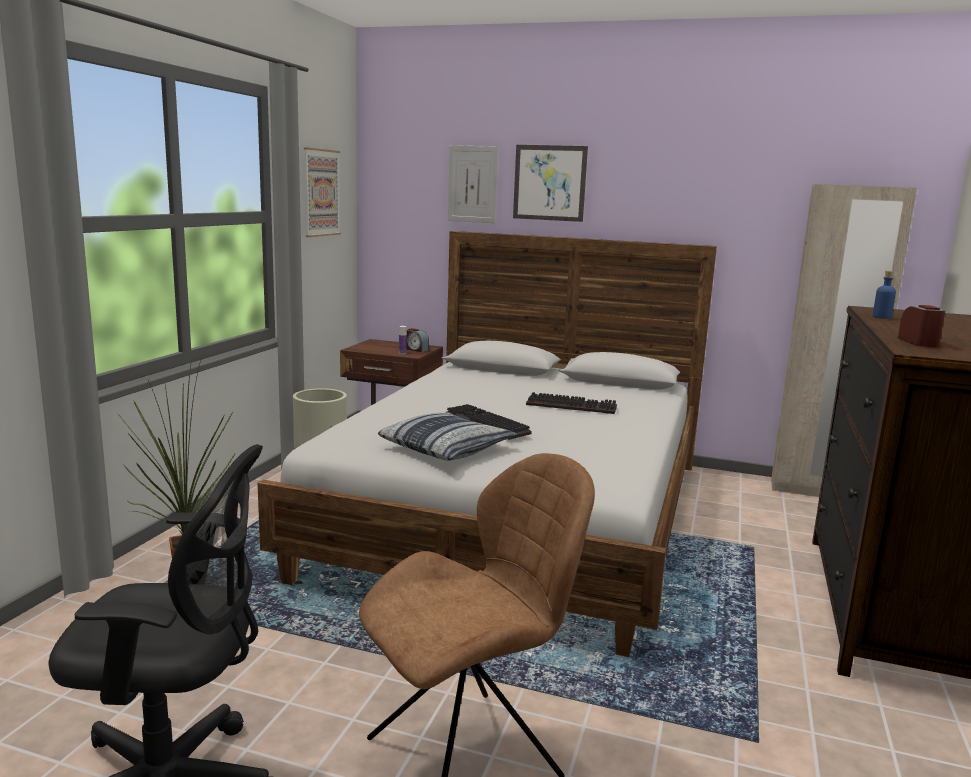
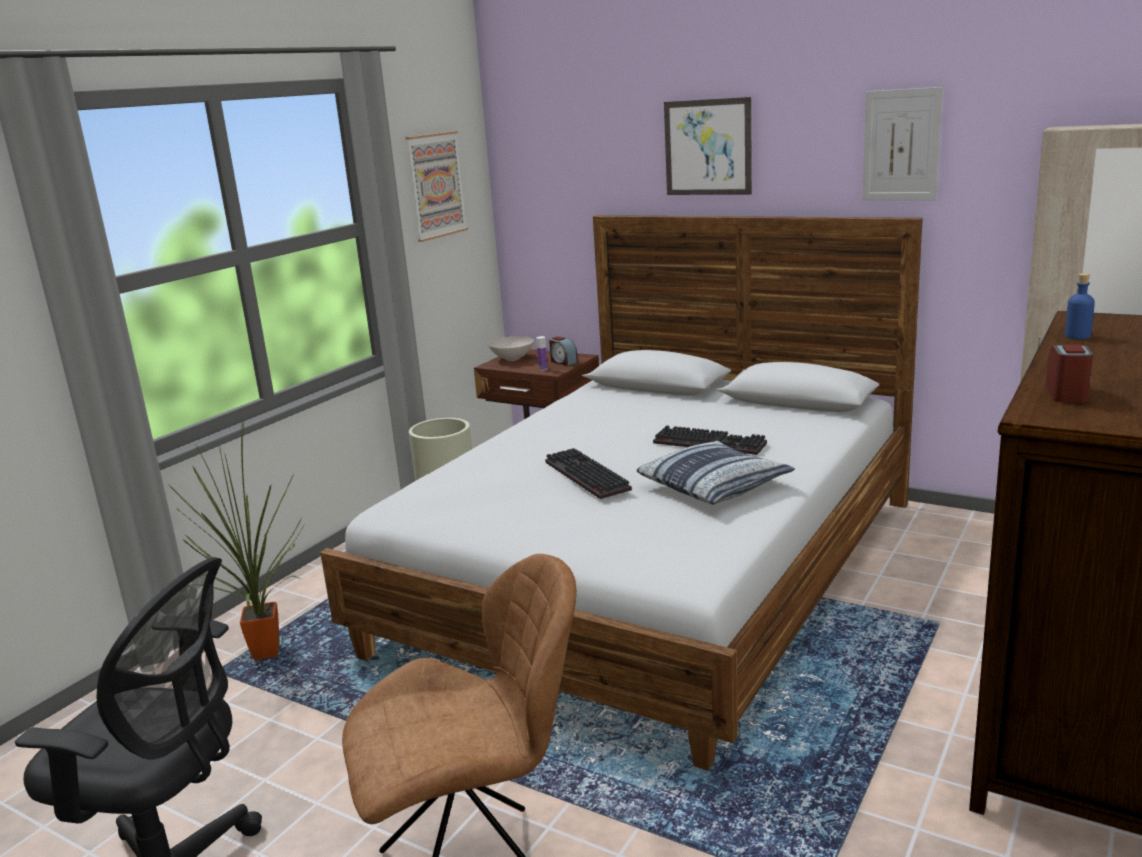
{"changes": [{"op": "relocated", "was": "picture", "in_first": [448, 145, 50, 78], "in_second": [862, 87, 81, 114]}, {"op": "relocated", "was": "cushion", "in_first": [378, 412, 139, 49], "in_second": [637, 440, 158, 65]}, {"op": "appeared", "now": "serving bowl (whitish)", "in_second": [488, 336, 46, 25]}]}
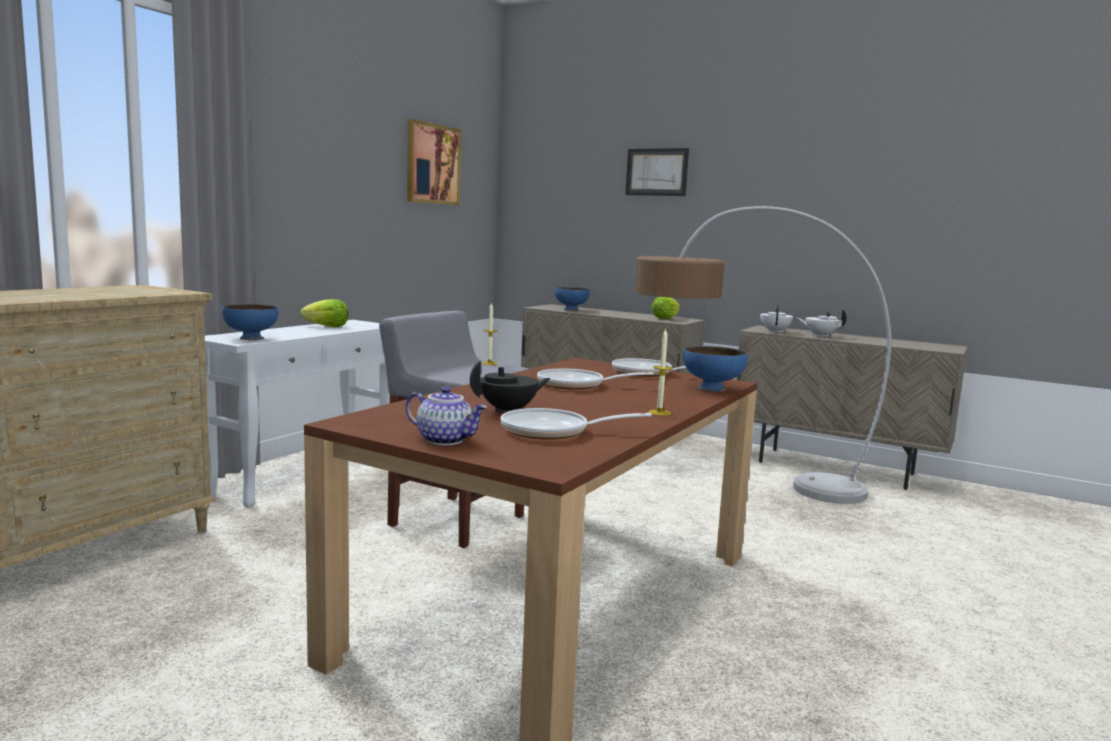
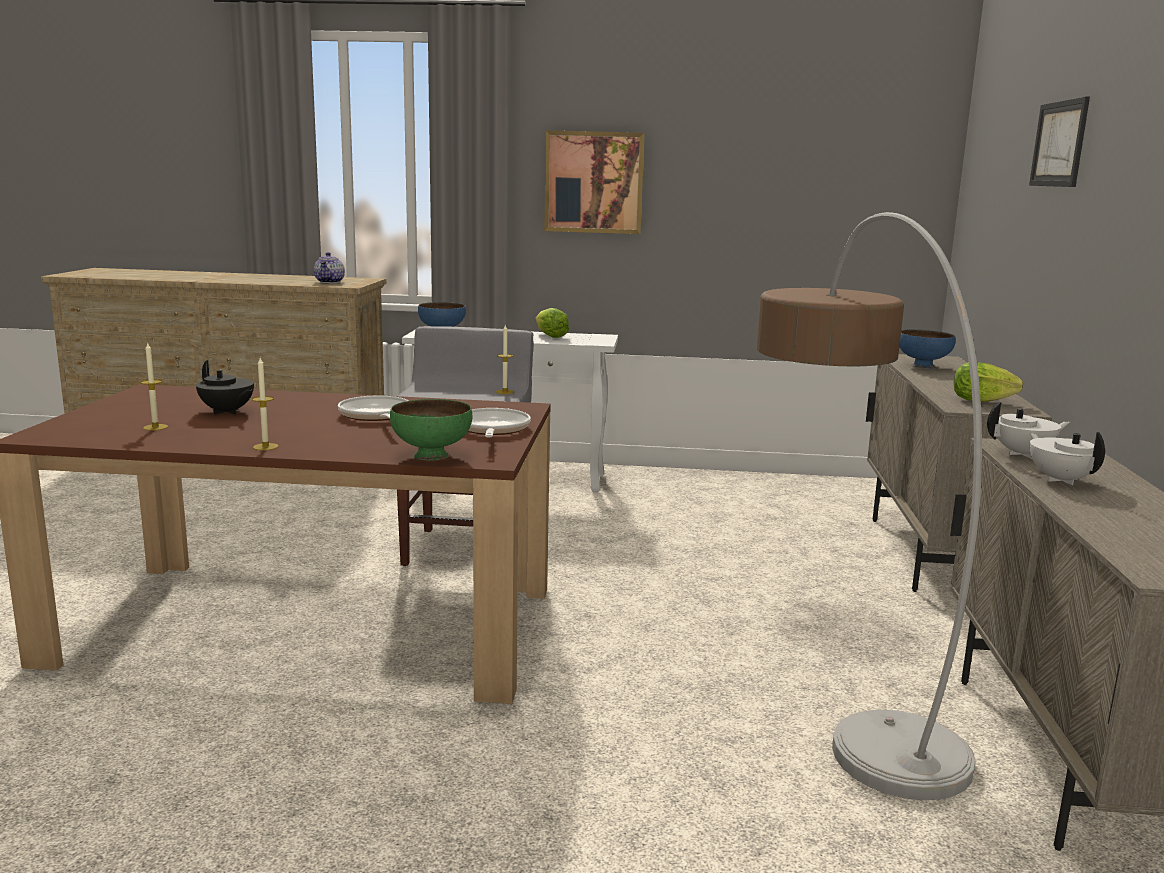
{"changes": [{"op": "relocated", "was": "picture", "in_first": [407, 119, 54, 86], "in_second": [544, 130, 101, 104]}, {"op": "colour", "was": "serving bowl (blue)", "now": "serving bowl (green-coloured)", "in_first": [683, 346, 65, 46], "in_second": [390, 399, 82, 62]}, {"op": "relocated", "was": "teapot", "in_first": [406, 386, 81, 59], "in_second": [314, 252, 31, 31]}, {"op": "exchanged", "was": "pan", "now": "wax light", "in_first": [500, 408, 152, 31], "in_second": [140, 342, 28, 89]}]}
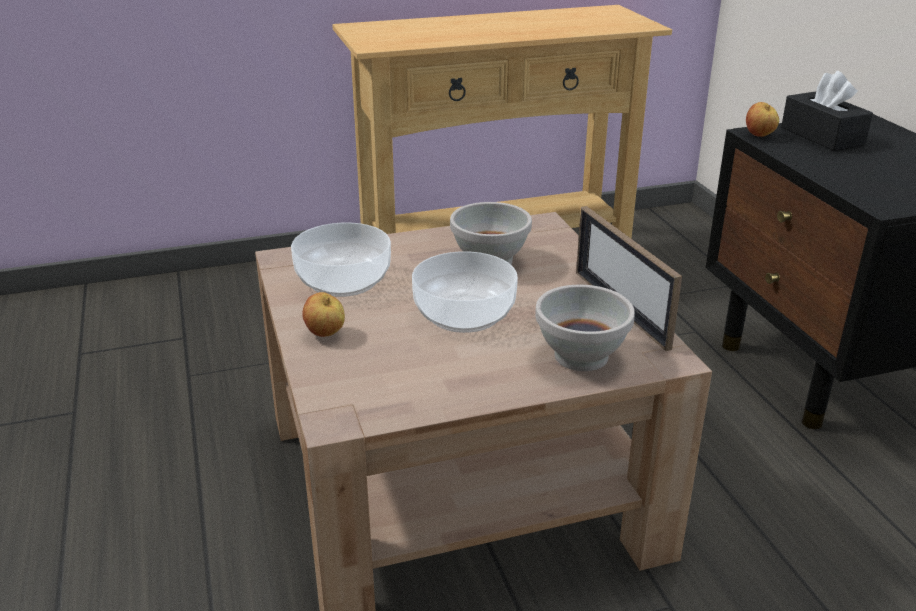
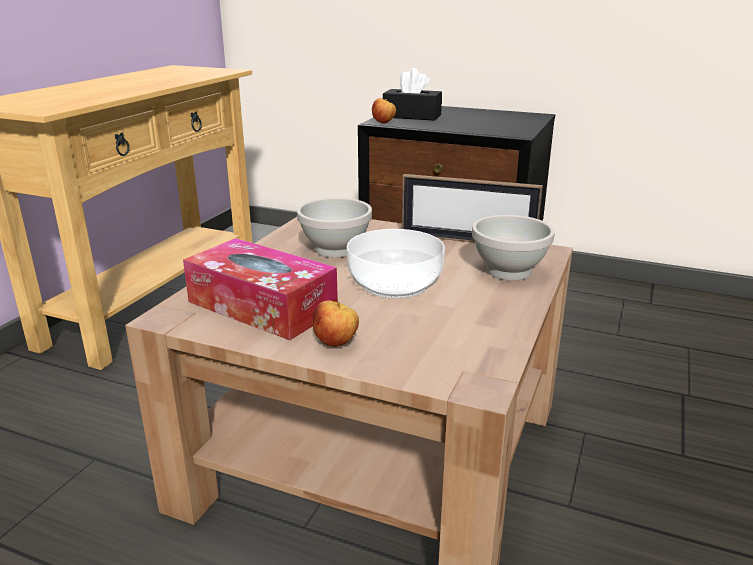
{"changes": [{"op": "exchanged", "was": "serving bowl", "now": "tissue holder", "in_first": [291, 223, 100, 74], "in_second": [183, 238, 155, 102]}]}
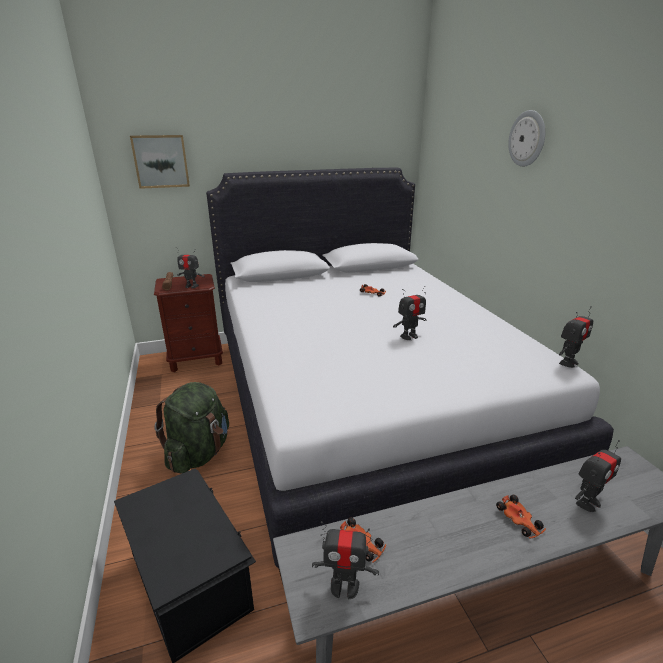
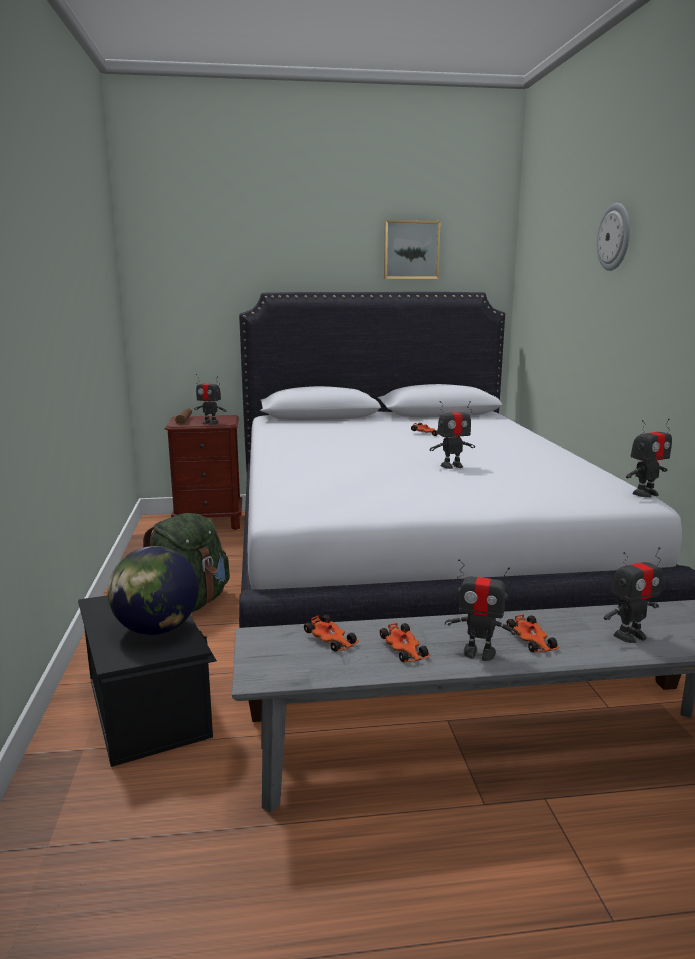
{"changes": [{"op": "relocated", "was": "picture", "in_first": [130, 135, 60, 54], "in_second": [384, 220, 57, 59]}, {"op": "relocated", "was": "model robot", "in_first": [312, 521, 67, 78], "in_second": [445, 559, 73, 102]}, {"op": "appeared", "now": "globe", "in_second": [108, 546, 91, 89]}, {"op": "appeared", "now": "toy car", "in_second": [380, 623, 51, 39]}]}
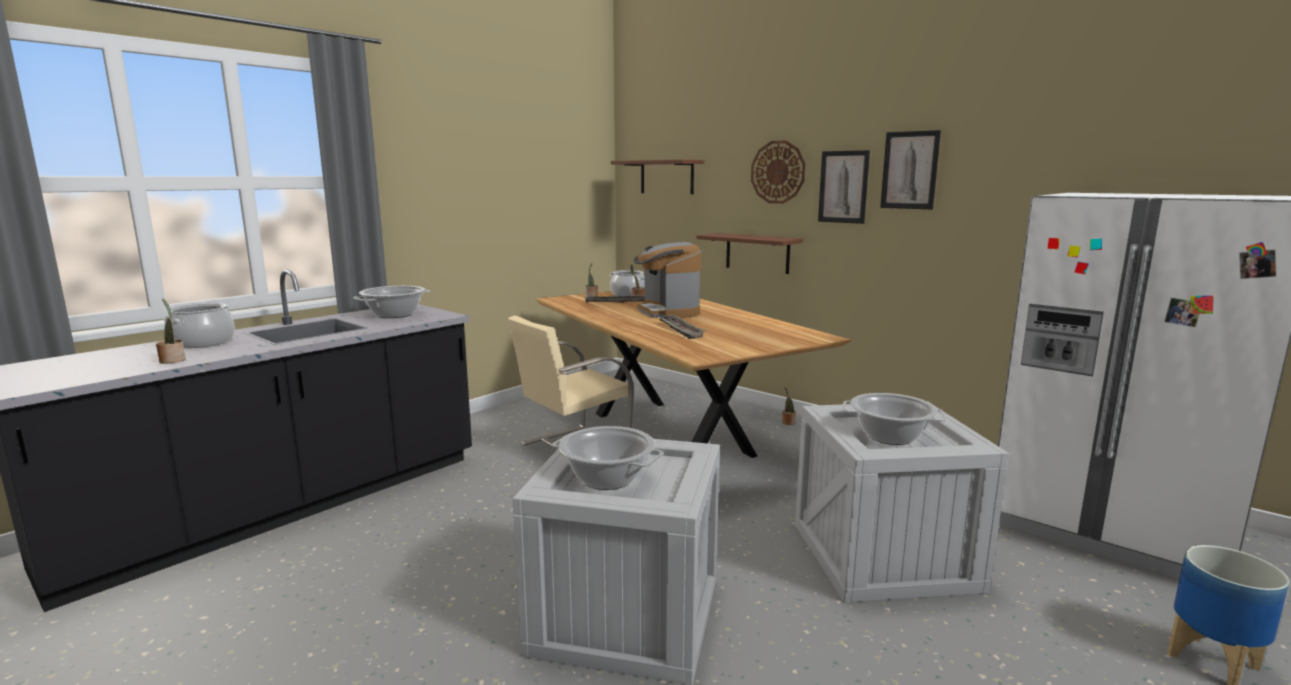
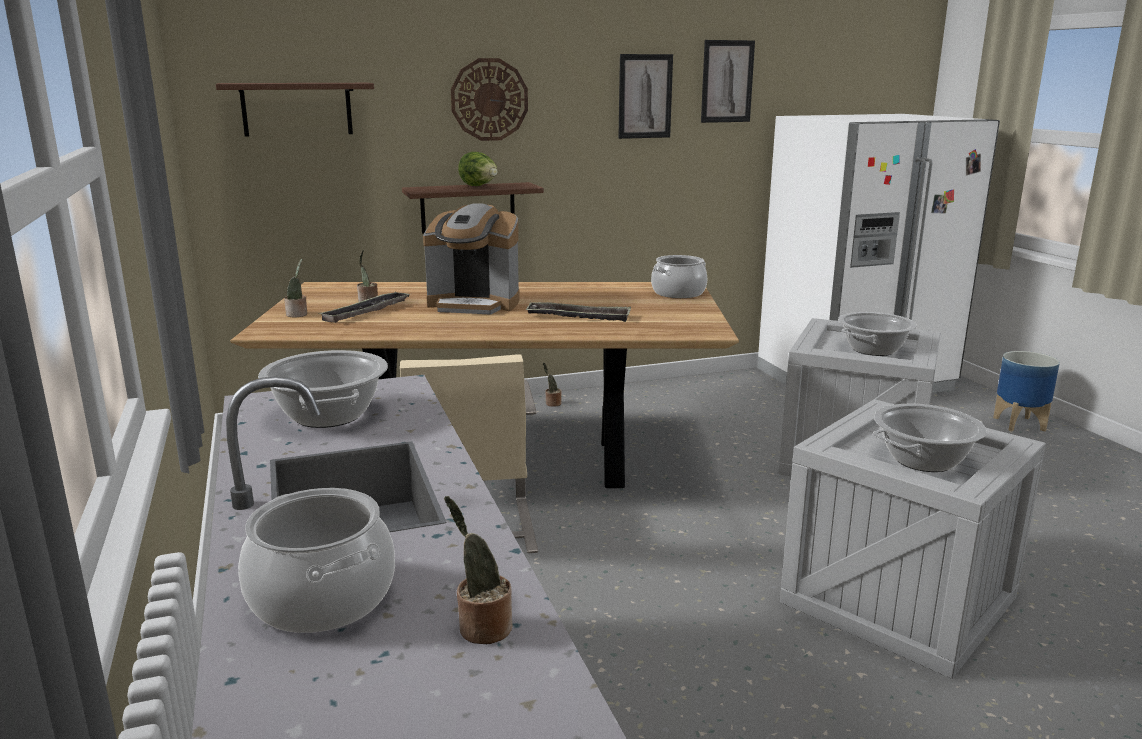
{"changes": [{"op": "relocated", "was": "picture", "in_first": [818, 150, 52, 74], "in_second": [701, 40, 54, 83]}, {"op": "relocated", "was": "cooking pot", "in_first": [610, 270, 34, 26], "in_second": [651, 255, 56, 43]}, {"op": "appeared", "now": "head of lettuce", "in_second": [458, 152, 40, 34]}]}
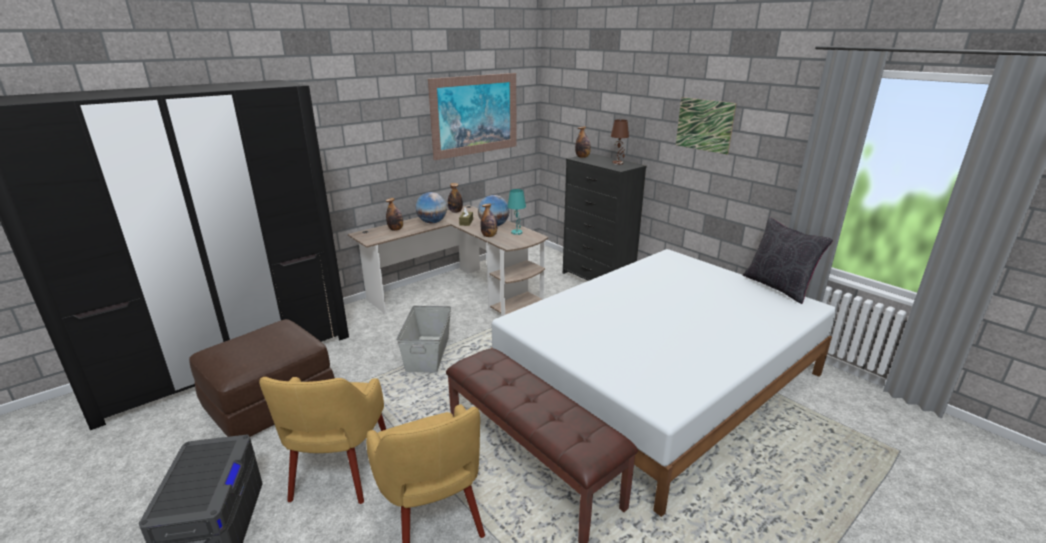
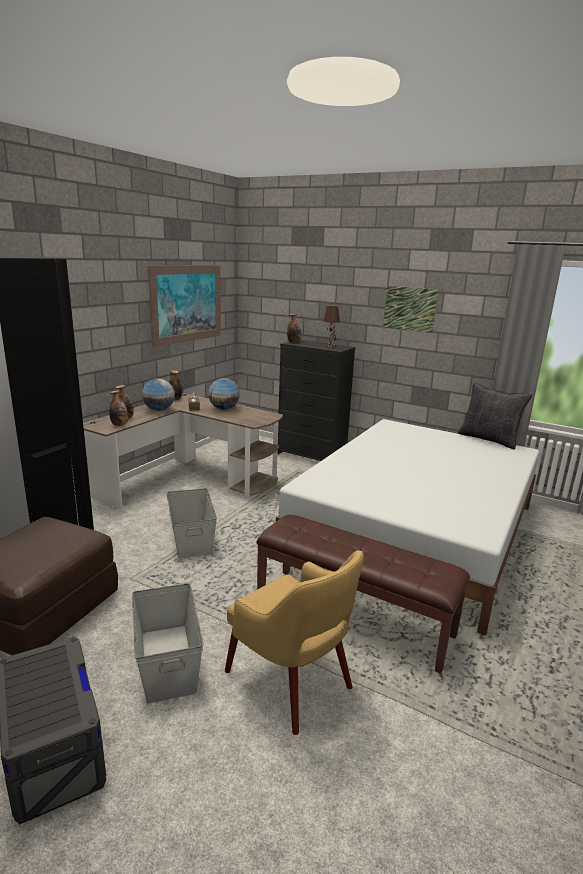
{"changes": [{"op": "missing", "was": "lamp for a table (blue-green)", "in_first": [507, 189, 19, 46]}, {"op": "relocated", "was": "beverage bottle", "in_first": [480, 203, 17, 34], "in_second": [109, 390, 19, 36]}, {"op": "exchanged", "was": "easy chair (yellowish)", "now": "storage container (greyish)", "in_first": [259, 377, 127, 127], "in_second": [132, 583, 71, 121]}]}
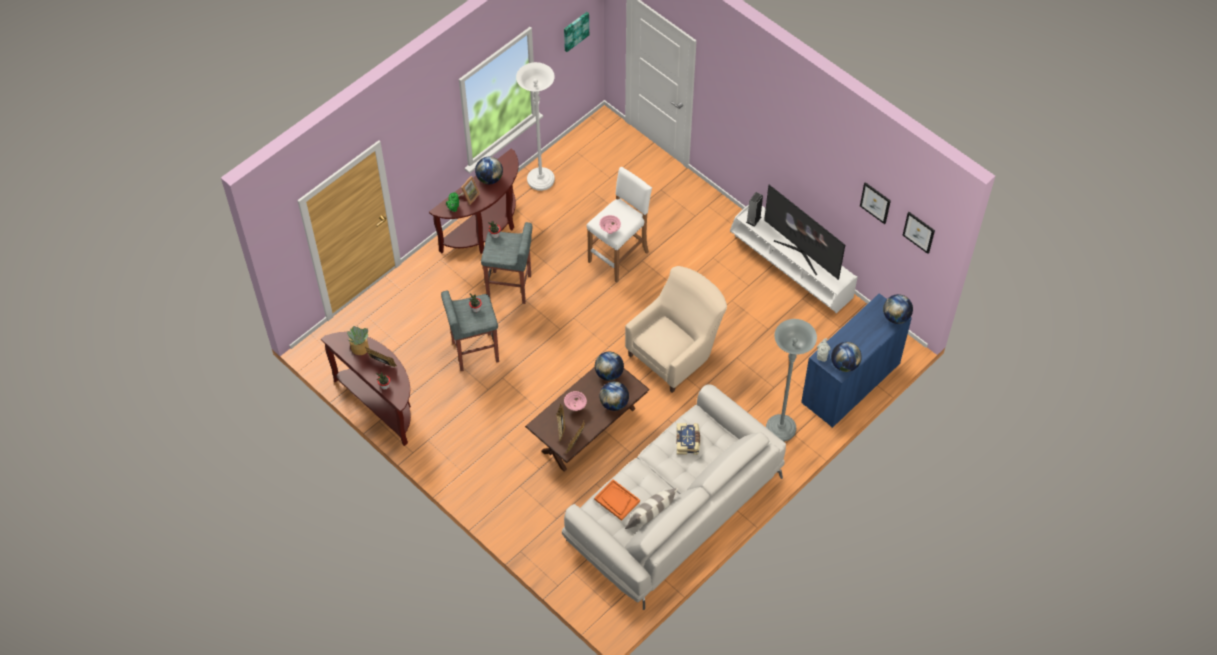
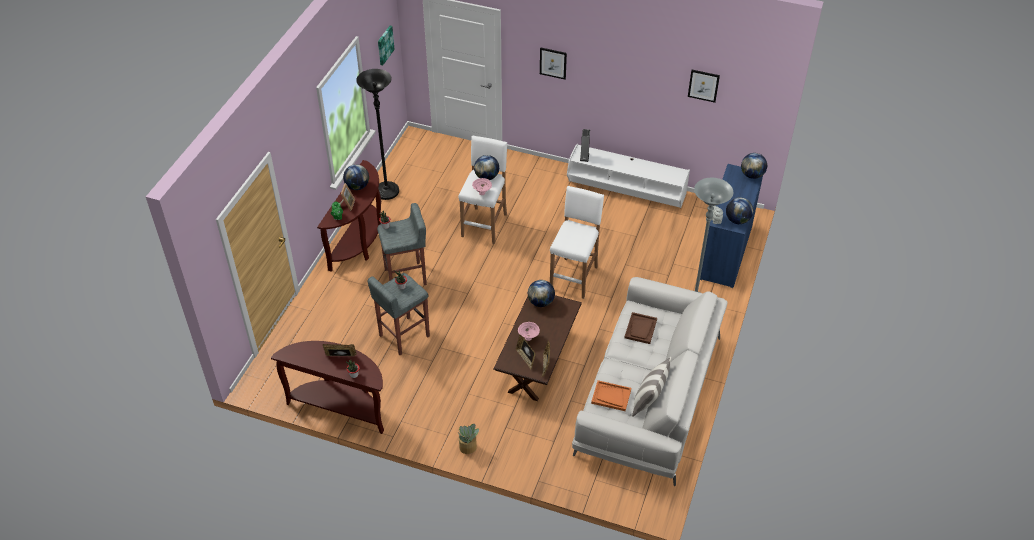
{"changes": [{"op": "colour", "was": "standard lamp (whitish)", "now": "standard lamp (black)", "in_first": [516, 62, 39, 129], "in_second": [356, 69, 43, 131]}, {"op": "missing", "was": "TV", "in_first": [764, 185, 81, 95]}, {"op": "relocated", "was": "picture", "in_first": [903, 212, 32, 42], "in_second": [540, 48, 27, 32]}, {"op": "exchanged", "was": "easy chair (beige-coloured)", "now": "stool seat (whitish)", "in_first": [625, 266, 102, 127], "in_second": [550, 186, 54, 113]}, {"op": "relocated", "was": "plant in a pot", "in_first": [347, 326, 22, 29], "in_second": [458, 424, 21, 30]}, {"op": "relocated", "was": "globe", "in_first": [600, 381, 29, 30], "in_second": [474, 155, 25, 25]}, {"op": "exchanged", "was": "volume", "now": "serving tray (brown-coloured)", "in_first": [676, 423, 24, 32], "in_second": [624, 312, 33, 32]}]}
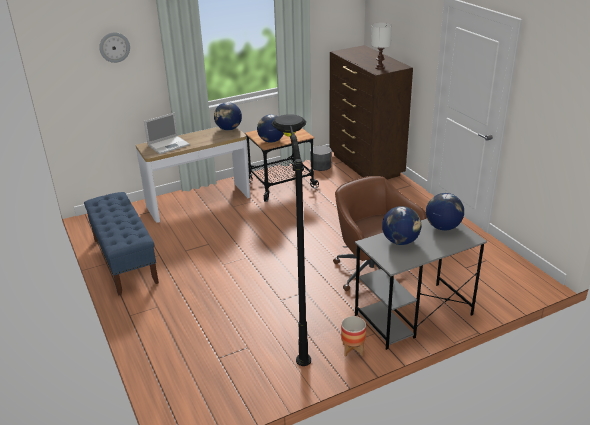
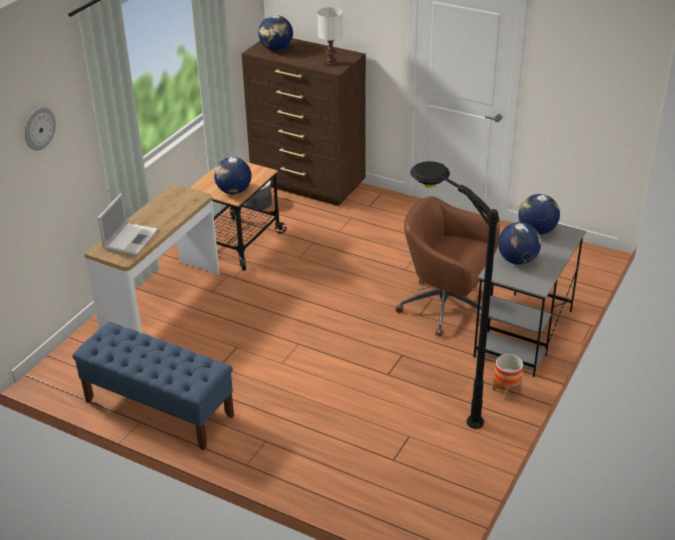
{"changes": [{"op": "relocated", "was": "globe", "in_first": [214, 102, 28, 28], "in_second": [258, 15, 35, 36]}]}
